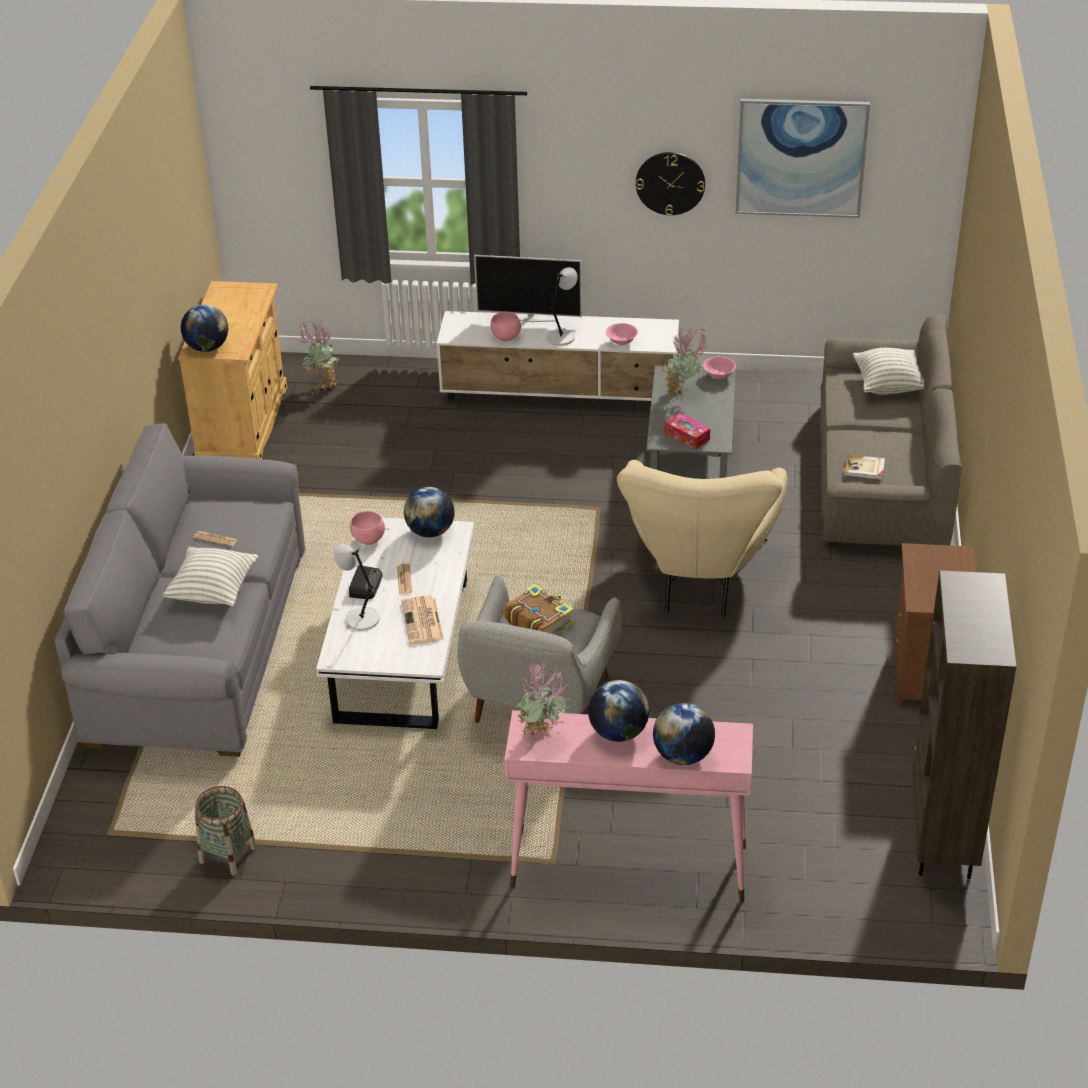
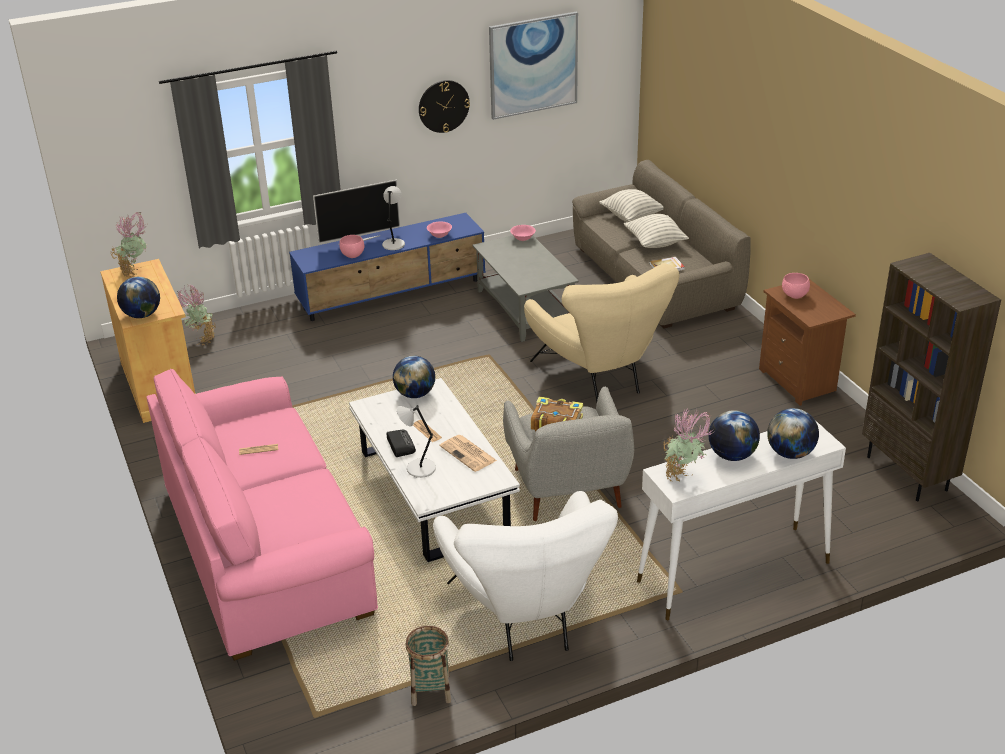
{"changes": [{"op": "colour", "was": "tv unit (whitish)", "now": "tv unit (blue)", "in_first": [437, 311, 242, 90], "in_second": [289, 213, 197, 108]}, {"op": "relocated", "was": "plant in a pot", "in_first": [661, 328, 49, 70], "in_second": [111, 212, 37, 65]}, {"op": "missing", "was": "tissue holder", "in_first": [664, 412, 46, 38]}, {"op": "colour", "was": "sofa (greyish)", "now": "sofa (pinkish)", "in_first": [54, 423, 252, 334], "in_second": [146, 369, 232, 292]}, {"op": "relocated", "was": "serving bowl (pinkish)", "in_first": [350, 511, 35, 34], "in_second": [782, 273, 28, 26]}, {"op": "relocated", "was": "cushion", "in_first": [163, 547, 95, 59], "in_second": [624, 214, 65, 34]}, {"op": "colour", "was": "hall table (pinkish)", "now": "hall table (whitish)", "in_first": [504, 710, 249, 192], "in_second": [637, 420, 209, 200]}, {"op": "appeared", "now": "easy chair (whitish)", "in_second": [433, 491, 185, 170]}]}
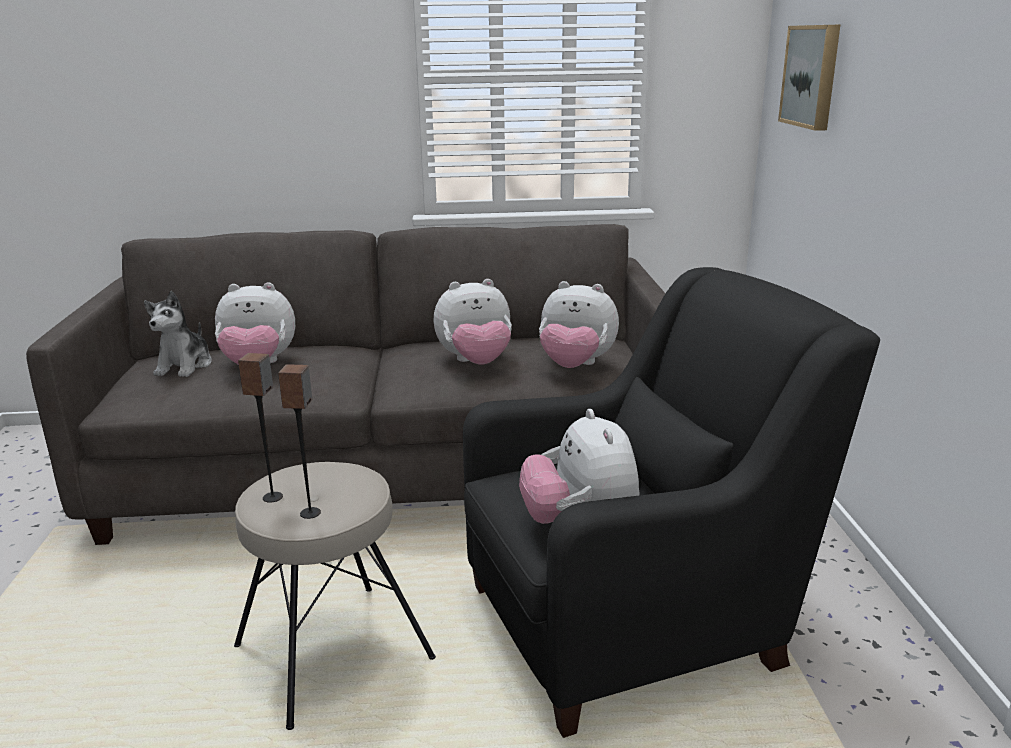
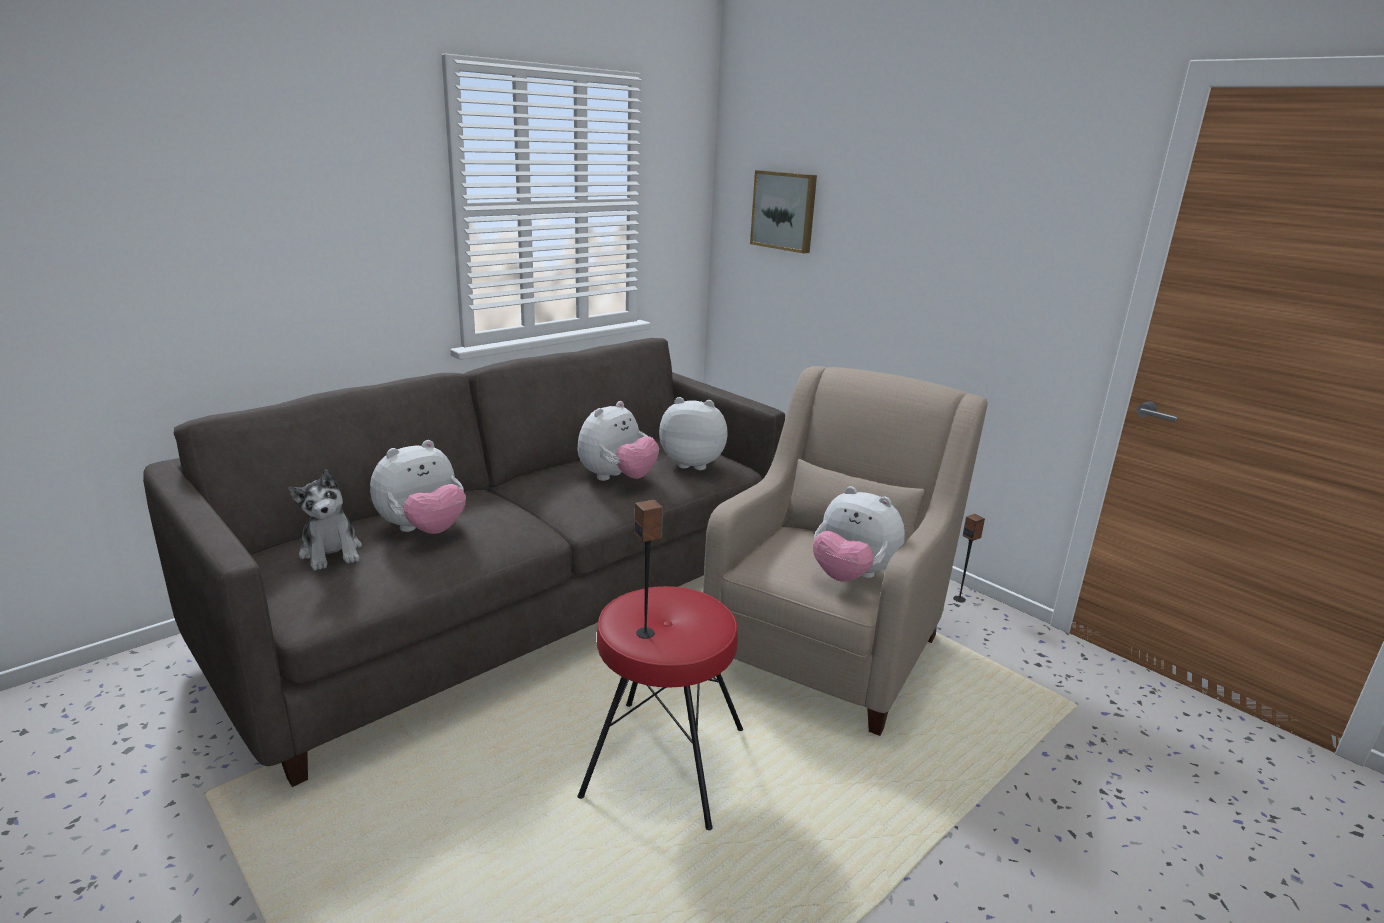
{"changes": [{"op": "colour", "was": "easy chair (black)", "now": "easy chair (beige-coloured)", "in_first": [463, 267, 417, 471], "in_second": [703, 366, 284, 370]}, {"op": "spun", "was": "soft toy", "in_first": [539, 281, 80, 87], "in_second": [659, 397, 69, 73], "clockwise": -150}, {"op": "relocated", "was": "speaker", "in_first": [278, 364, 43, 155], "in_second": [953, 514, 32, 88]}, {"op": "colour", "was": "stool seat (beige-coloured)", "now": "stool seat (red-coloured)", "in_first": [234, 462, 202, 268], "in_second": [577, 586, 166, 244]}]}
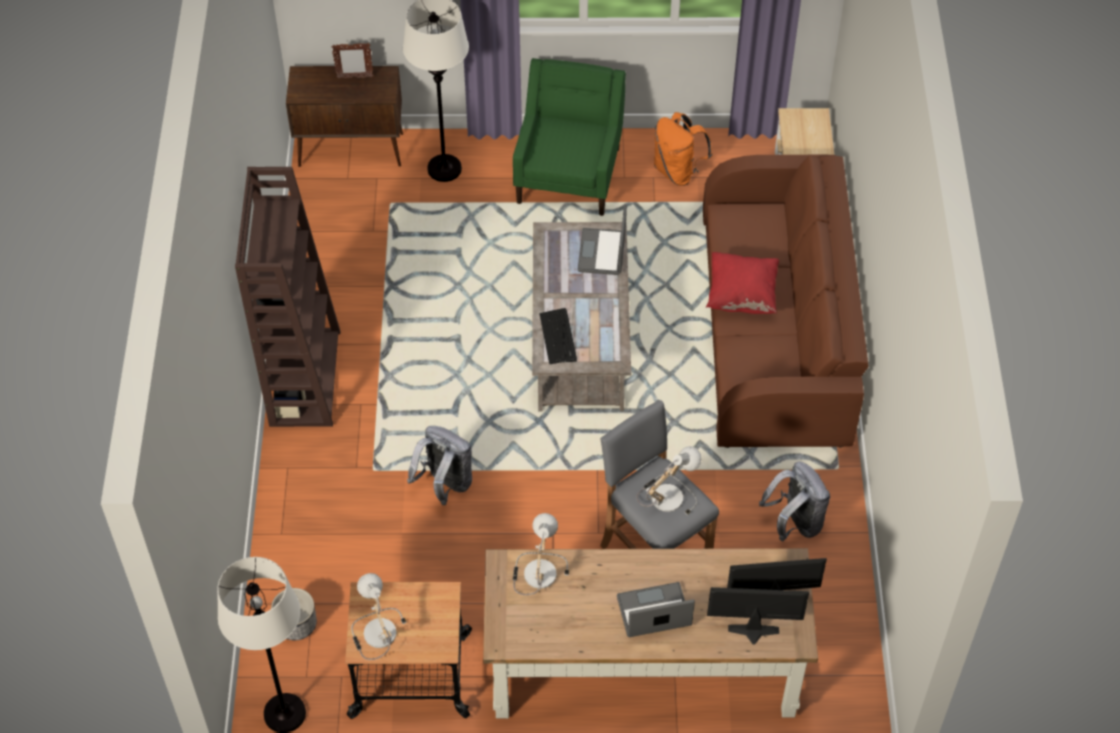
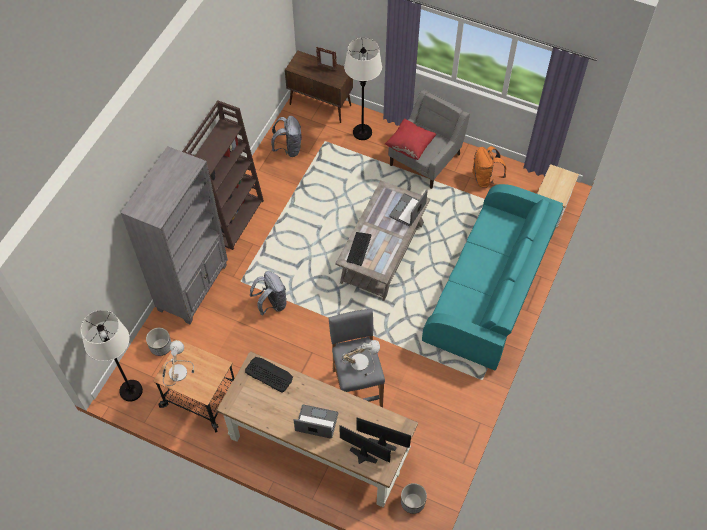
{"changes": [{"op": "colour", "was": "easy chair (green-coloured)", "now": "easy chair (greyish)", "in_first": [513, 58, 113, 158], "in_second": [388, 89, 82, 100]}, {"op": "colour", "was": "sofa (brown-coloured)", "now": "sofa (blue-green)", "in_first": [703, 155, 166, 293], "in_second": [422, 184, 141, 187]}, {"op": "relocated", "was": "cushion (red-coloured)", "in_first": [706, 252, 73, 62], "in_second": [385, 119, 51, 41]}, {"op": "relocated", "was": "knapsack (greyish)", "in_first": [759, 461, 71, 81], "in_second": [271, 116, 31, 41]}, {"op": "exchanged", "was": "lamp for a table", "now": "PC keyboard", "in_first": [513, 513, 56, 82], "in_second": [245, 357, 48, 35]}, {"op": "appeared", "now": "bookshelf (greyish)", "in_second": [120, 146, 108, 178]}, {"op": "appeared", "now": "planter", "in_second": [401, 483, 26, 31]}]}
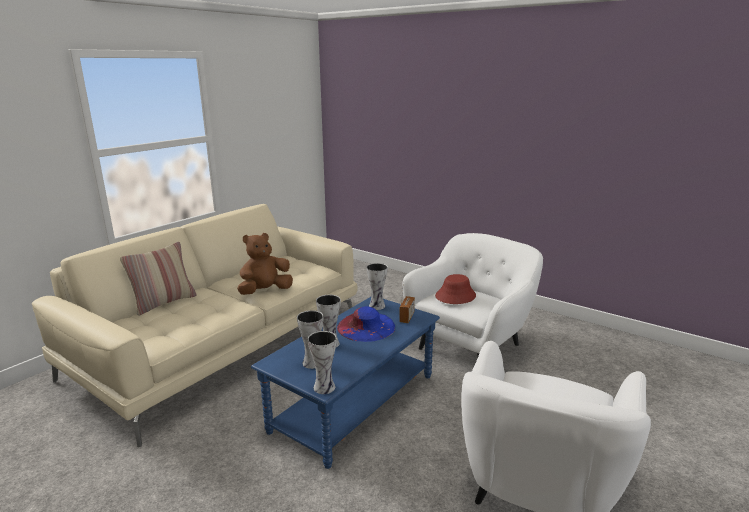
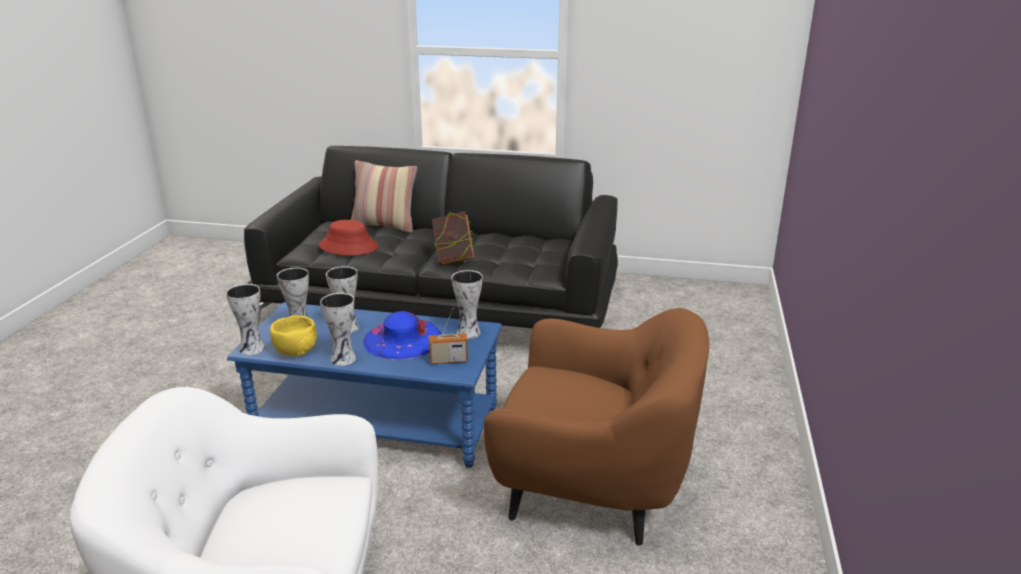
{"changes": [{"op": "colour", "was": "sofa (beige-coloured)", "now": "sofa (black)", "in_first": [32, 204, 326, 243], "in_second": [244, 146, 374, 182]}, {"op": "exchanged", "was": "soft toy (brown-coloured)", "now": "volume", "in_first": [237, 233, 56, 62], "in_second": [432, 211, 43, 55]}, {"op": "colour", "was": "easy chair (whitish)", "now": "easy chair (brown-coloured)", "in_first": [402, 233, 141, 123], "in_second": [484, 308, 225, 237]}, {"op": "relocated", "was": "clothing hat (red-coloured)", "in_first": [435, 274, 41, 30], "in_second": [319, 220, 59, 36]}, {"op": "appeared", "now": "flower vase", "in_second": [320, 293, 36, 73]}, {"op": "appeared", "now": "serving bowl (yellowish)", "in_second": [270, 315, 47, 41]}]}
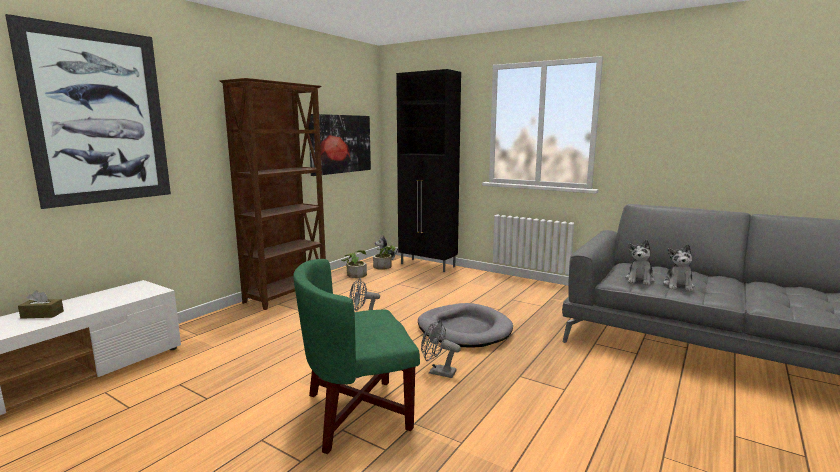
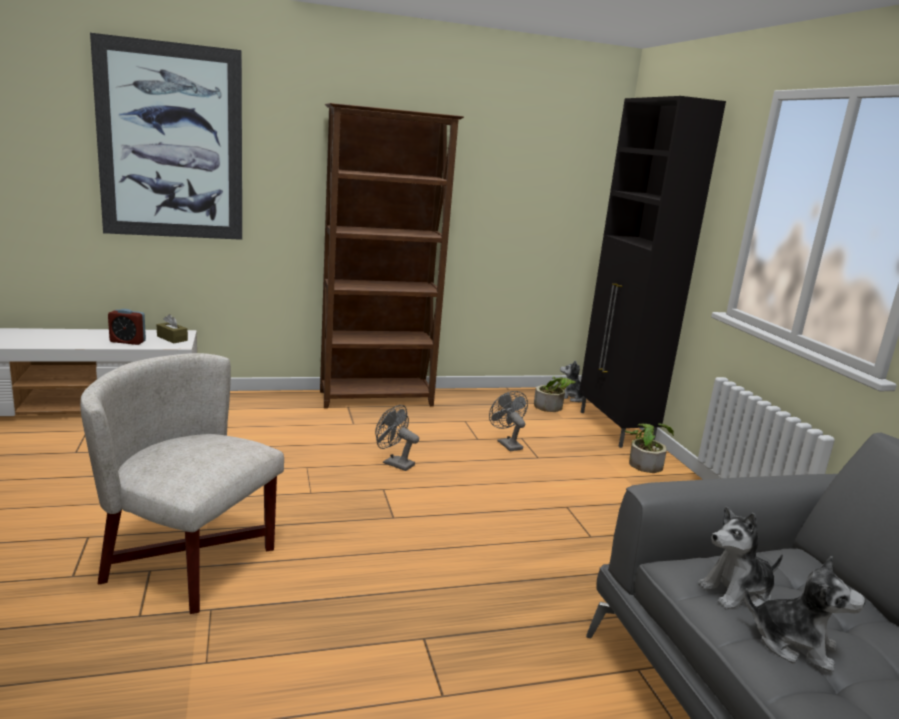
{"changes": [{"op": "missing", "was": "picture", "in_first": [308, 114, 63, 62]}, {"op": "spun", "was": "soft toy", "in_first": [663, 244, 31, 47], "in_second": [745, 556, 120, 116], "clockwise": -120}, {"op": "relocated", "was": "plant in a pot", "in_first": [342, 250, 25, 28], "in_second": [625, 423, 49, 50]}, {"op": "colour", "was": "easy chair (green-coloured)", "now": "easy chair (whitish)", "in_first": [293, 259, 127, 195], "in_second": [80, 353, 204, 261]}, {"op": "relocated", "was": "tissue holder (brown-coloured)", "in_first": [18, 290, 46, 29], "in_second": [157, 314, 31, 29]}, {"op": "missing", "was": "pet bed (greyish)", "in_first": [418, 303, 95, 45]}, {"op": "relocated", "was": "electric fan (greyish)", "in_first": [421, 320, 40, 58], "in_second": [489, 391, 39, 60]}, {"op": "appeared", "now": "table clock", "in_second": [108, 309, 38, 36]}]}
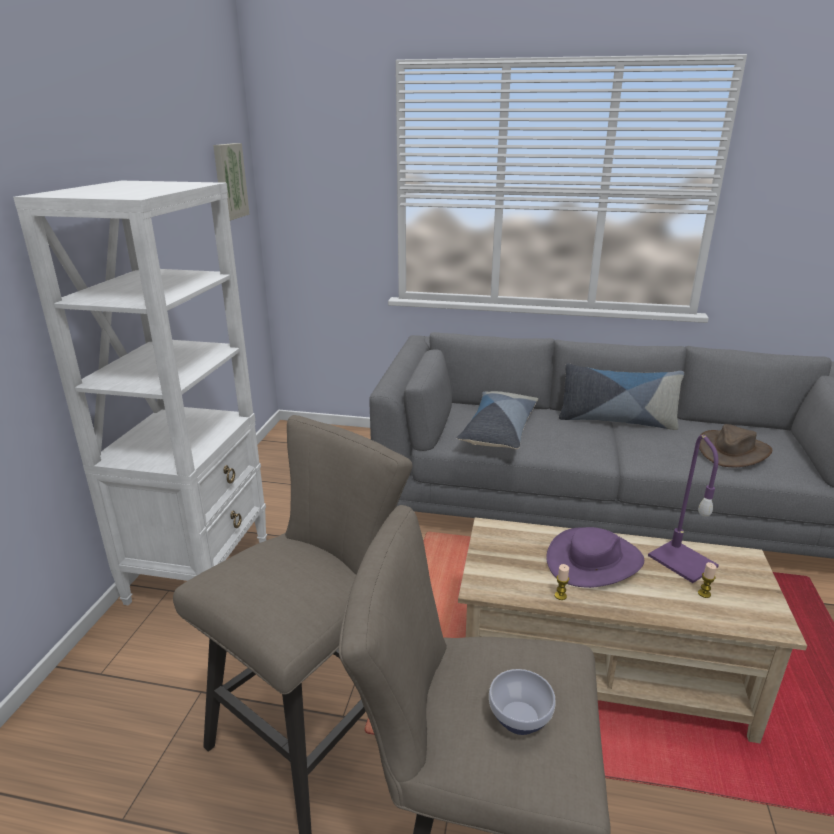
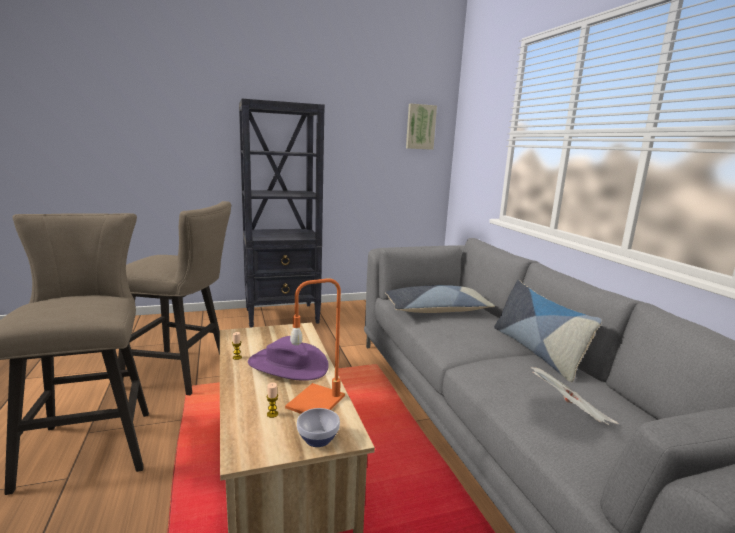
{"changes": [{"op": "colour", "was": "bookshelf (whitish)", "now": "bookshelf (black)", "in_first": [13, 181, 254, 425], "in_second": [239, 99, 86, 229]}, {"op": "exchanged", "was": "clothing hat (brown-coloured)", "now": "daily paper", "in_first": [699, 424, 73, 43], "in_second": [531, 367, 87, 58]}, {"op": "colour", "was": "lamp for a table (purplish)", "now": "lamp for a table (orangey)", "in_first": [648, 435, 71, 148], "in_second": [285, 278, 60, 136]}, {"op": "relocated", "was": "serving bowl", "in_first": [489, 669, 67, 66], "in_second": [297, 408, 43, 39]}]}
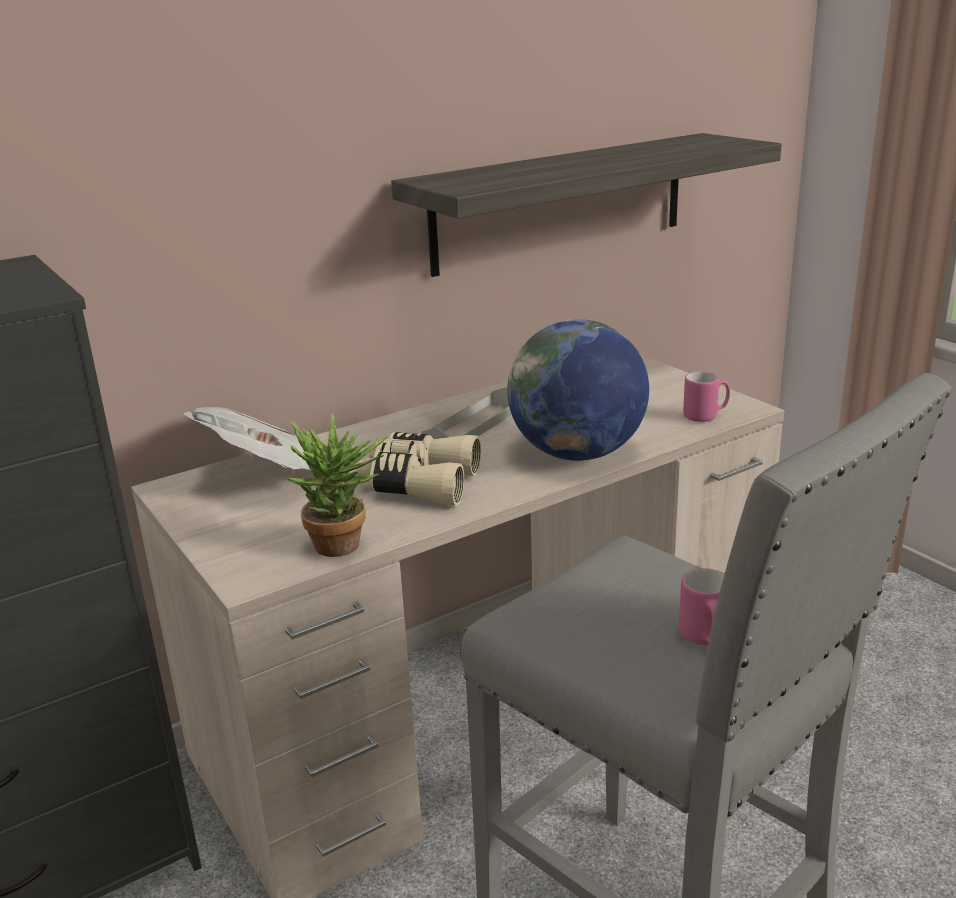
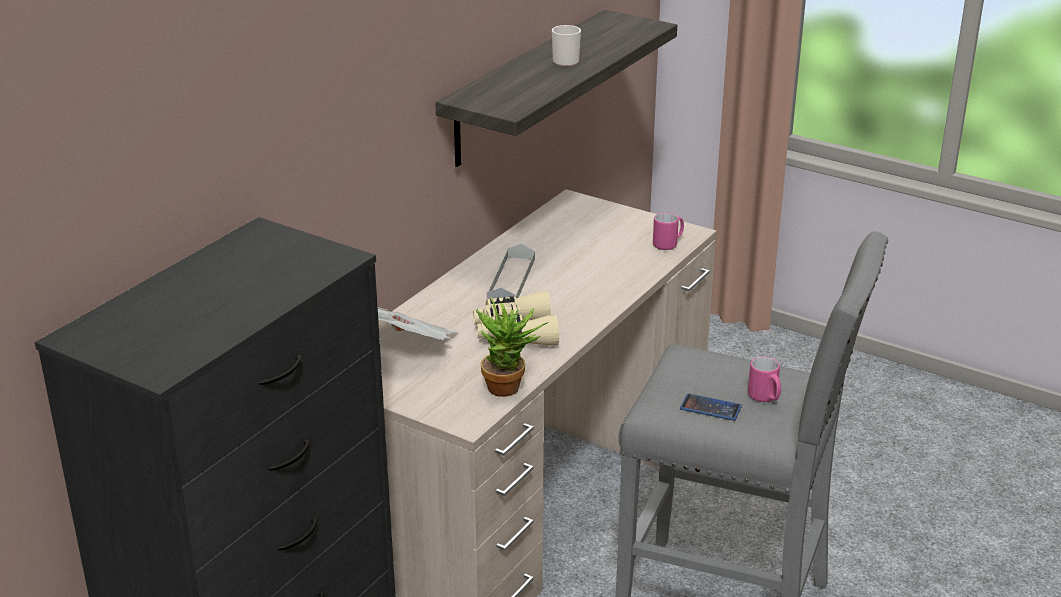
{"changes": [{"op": "missing", "was": "globe", "in_first": [507, 319, 142, 142]}, {"op": "appeared", "now": "tea mug", "in_second": [552, 25, 29, 42]}, {"op": "appeared", "now": "handset", "in_second": [680, 393, 62, 28]}]}
